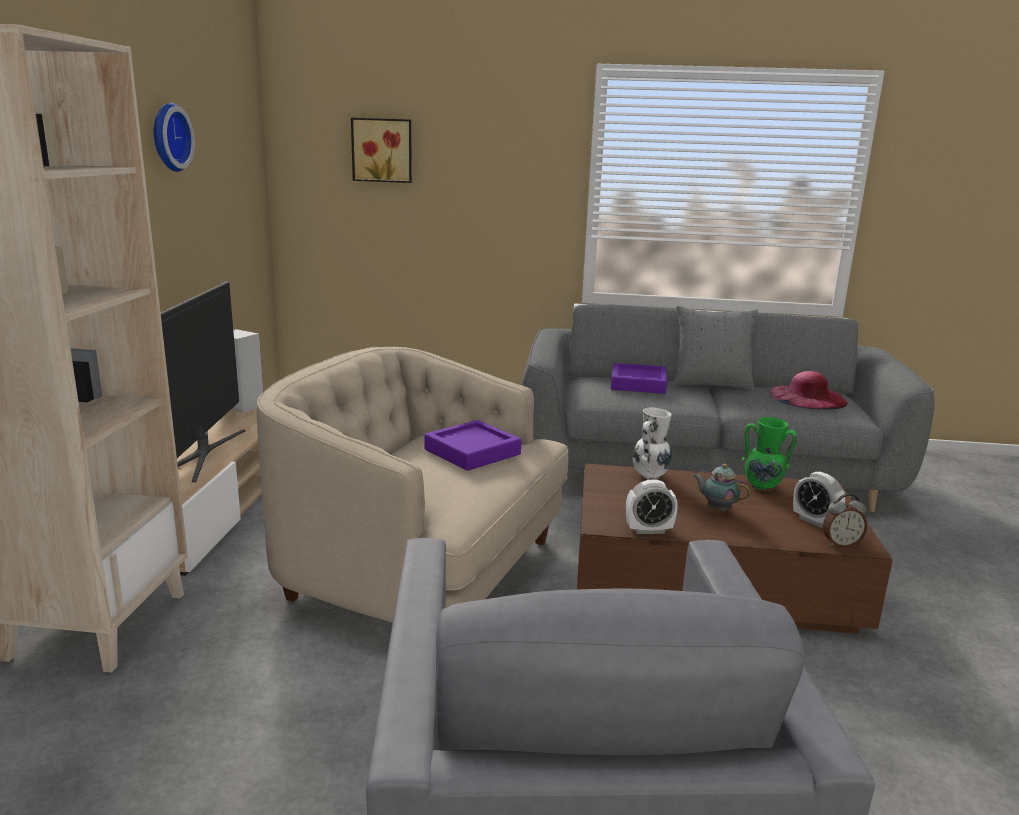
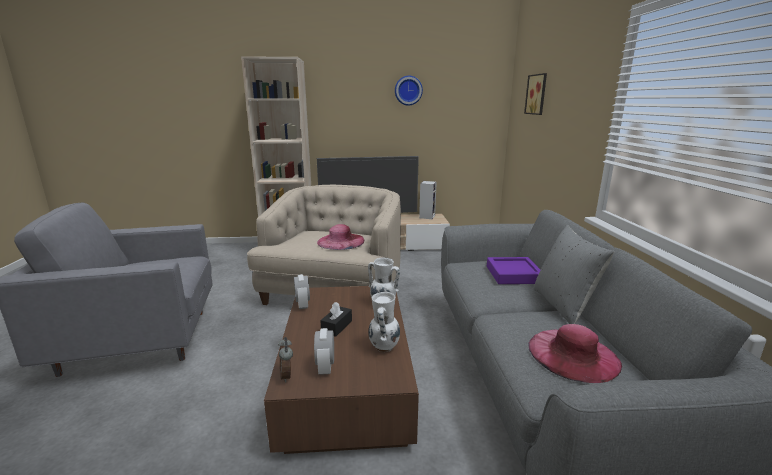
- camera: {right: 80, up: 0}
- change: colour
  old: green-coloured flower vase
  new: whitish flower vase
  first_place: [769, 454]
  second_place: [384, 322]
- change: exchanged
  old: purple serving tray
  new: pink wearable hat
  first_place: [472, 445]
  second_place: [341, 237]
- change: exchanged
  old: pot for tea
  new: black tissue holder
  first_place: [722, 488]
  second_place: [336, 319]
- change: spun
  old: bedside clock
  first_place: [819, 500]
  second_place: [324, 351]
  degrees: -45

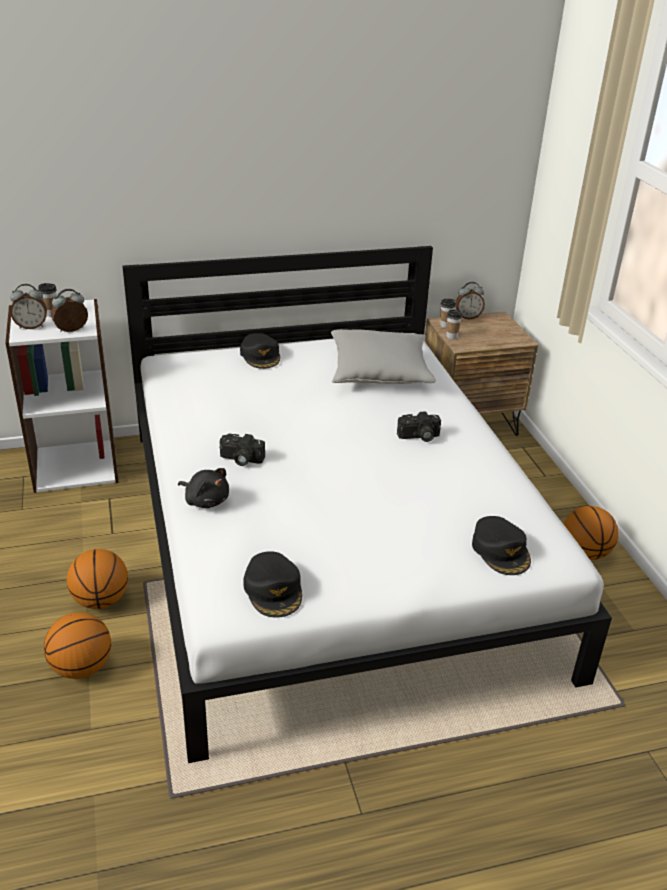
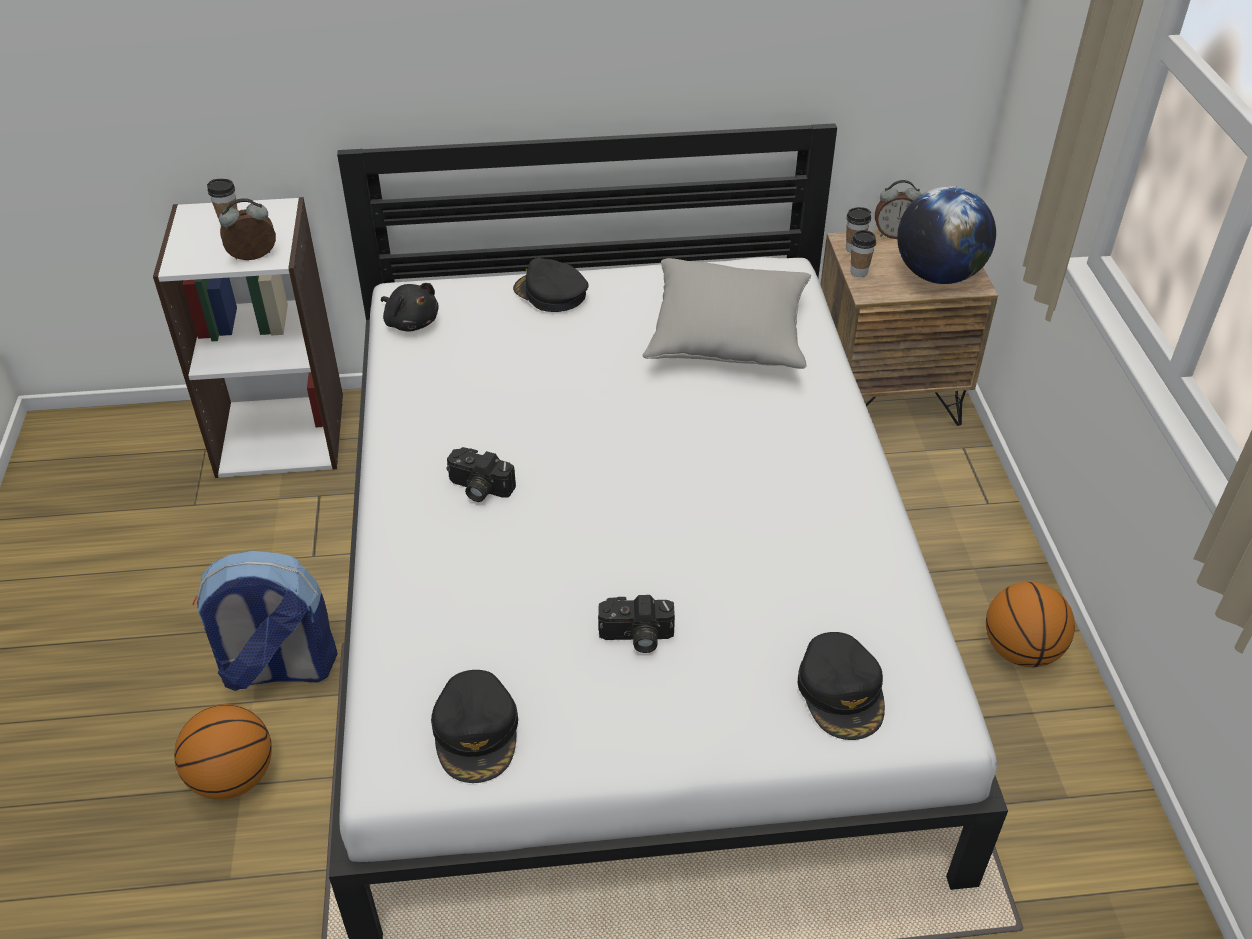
- camera: {right: 10, up: 10}
- change: missing
  old: bedside clock
  first_place: [28, 306]
- change: spun
  old: black baseball cap
  first_place: [260, 351]
  second_place: [551, 285]
  degrees: 135
- change: relocated
  old: still camera
  first_place: [419, 426]
  second_place: [636, 624]
- change: relocated
  old: black soft toy
  first_place: [203, 488]
  second_place: [410, 307]
- change: exchanged
  old: basketball ball
  new: rucksack
  first_place: [97, 579]
  second_place: [265, 620]
- change: appeared
  new: desk globe
  second_place: [946, 235]

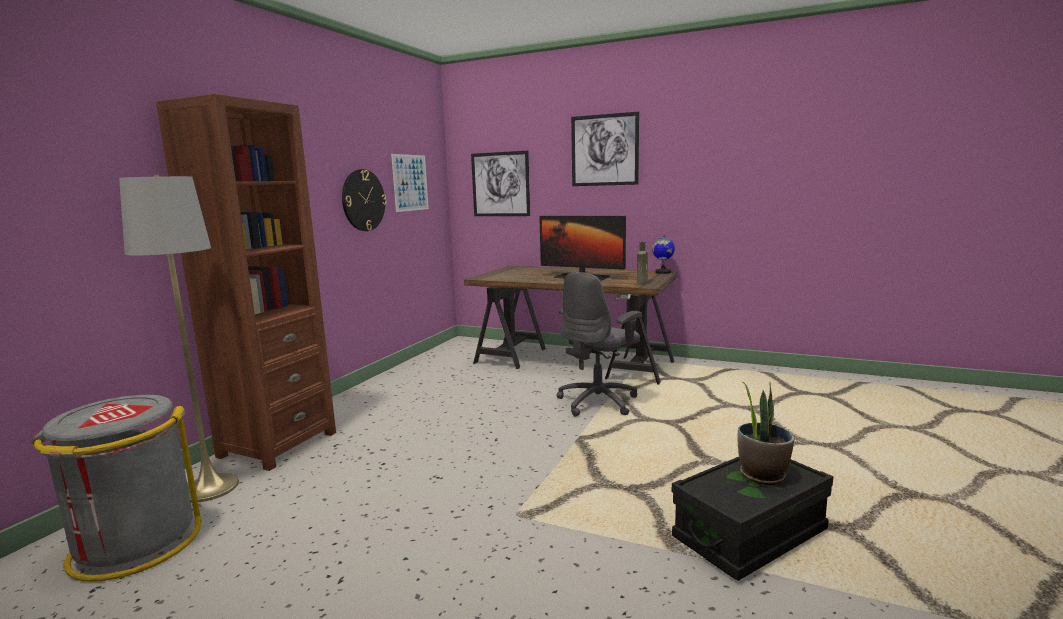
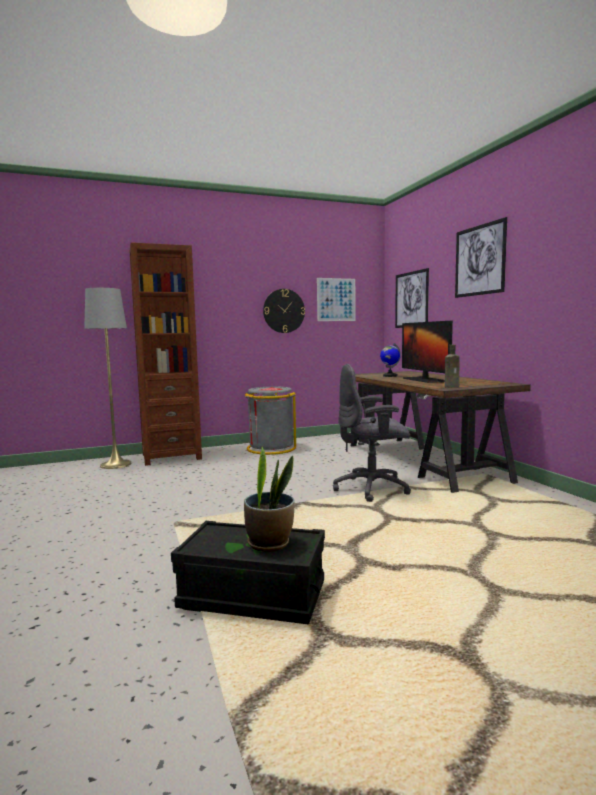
- camera: {right: 45, up: -5}
- change: relocated
  old: desk globe
  first_place: [663, 254]
  second_place: [390, 360]
- change: relocated
  old: grey waste bin
  first_place: [116, 488]
  second_place: [270, 421]

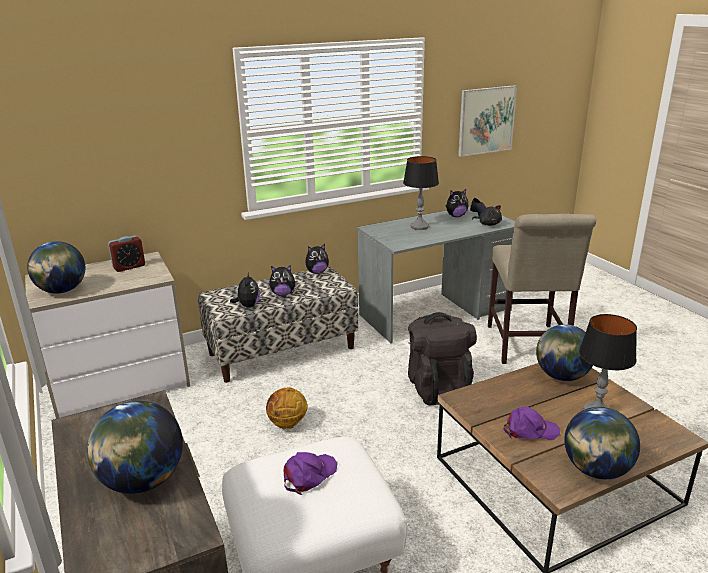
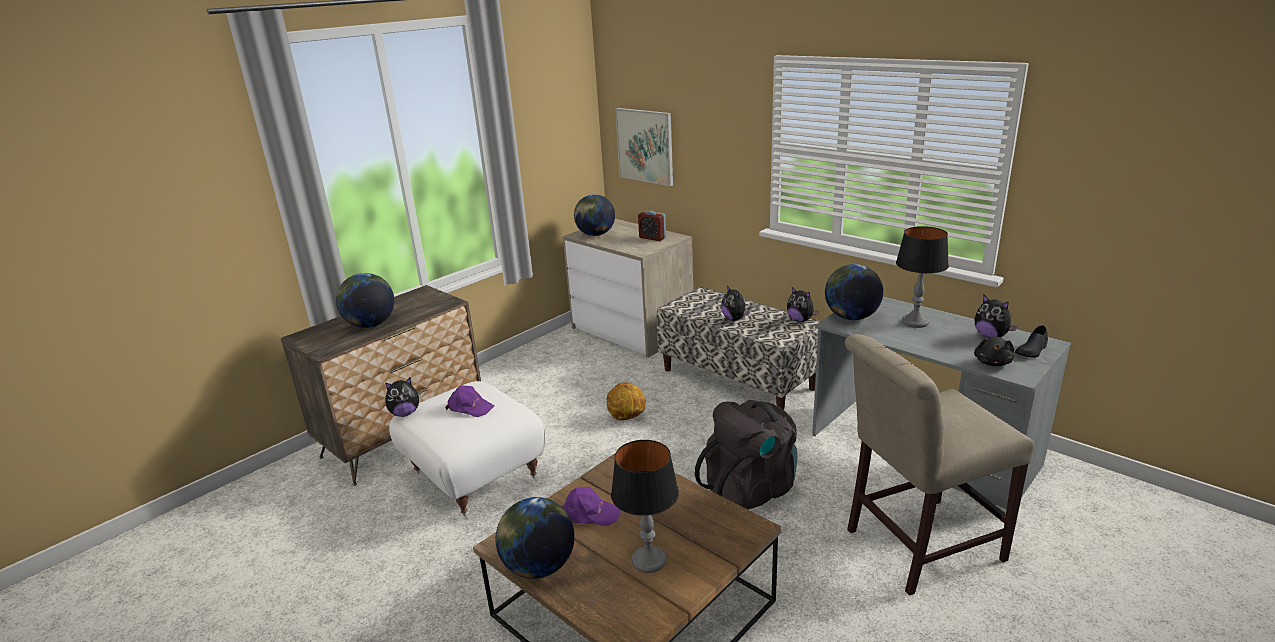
- camera: {right: 70, up: 0}
- change: relocated
  old: wall picture
  first_place: [487, 121]
  second_place: [644, 147]
- change: relocated
  old: soft toy
  first_place: [245, 290]
  second_place: [403, 397]
- change: relocated
  old: desk globe
  first_place: [564, 352]
  second_place: [854, 292]
- change: spun
  old: purple baseball cap
  first_place: [531, 423]
  second_place: [591, 506]
  degrees: -60

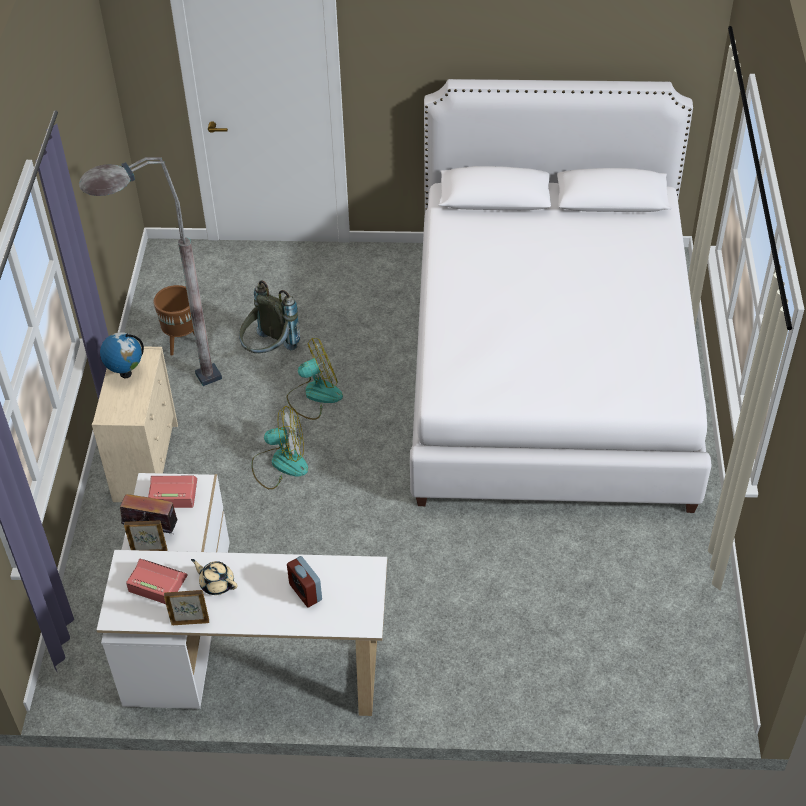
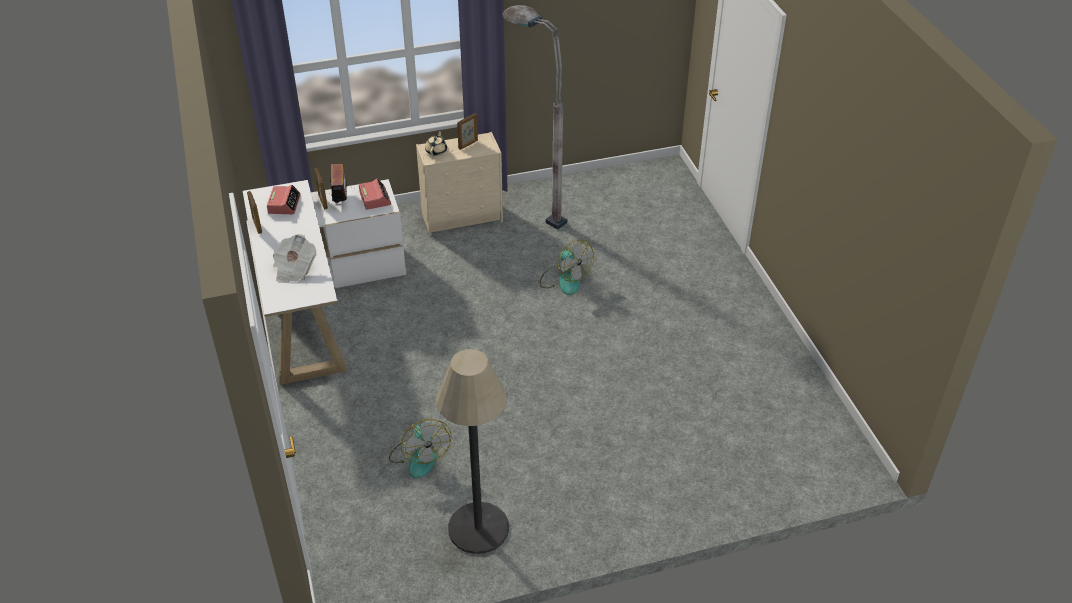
- camera: {right: 70, up: -5}
- change: missing
  old: whitish bedroom bed
  first_place: [561, 296]
- change: missing
  old: grey rucksack
  first_place: [269, 316]
- change: missing
  old: brown-coloured plant pot
  first_place: [174, 320]
- change: exchanged
  old: desk globe
  new: picture frame
  first_place: [122, 355]
  second_place: [467, 131]
- change: relocated
  old: electric fan
  first_place: [279, 448]
  second_place: [420, 448]
- change: exchanged
  old: bedside clock
  new: daily paper
  first_place: [304, 581]
  second_place: [294, 258]
- change: relocated
  old: sand-coloured pot for tea
  first_place: [214, 577]
  second_place: [436, 143]
- change: appeared
  new: floor lamp
  second_place: [472, 451]

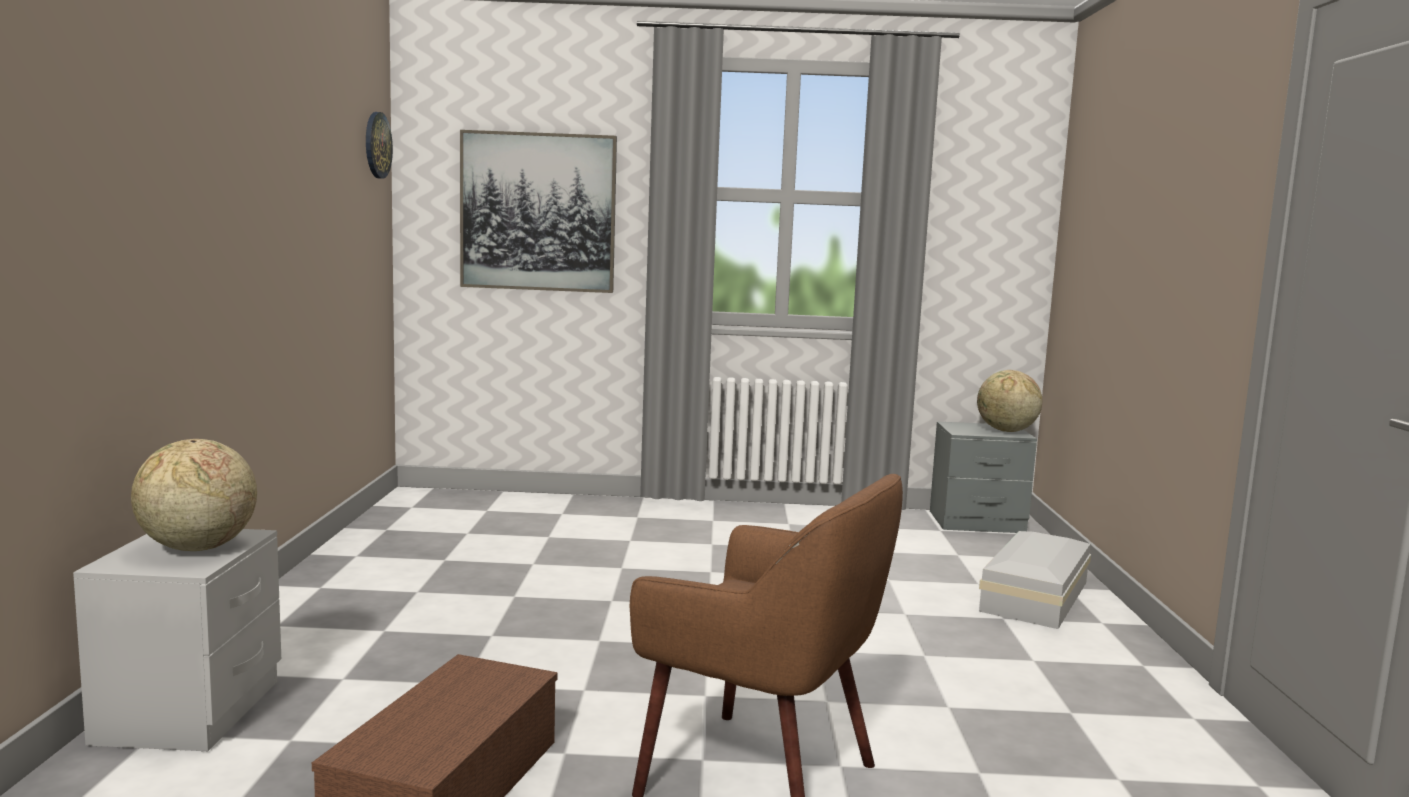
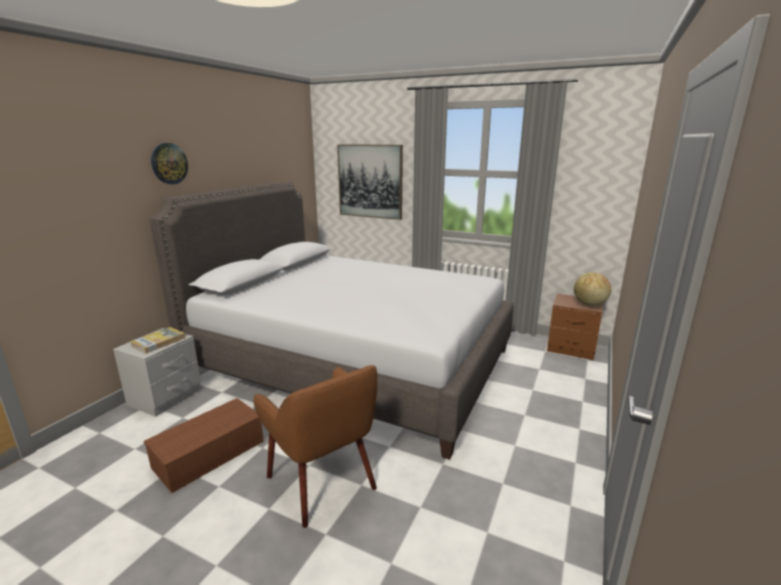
- camera: {right: 25, up: 10}
- change: relocated
  old: clock on the wall
  first_place: [379, 145]
  second_place: [169, 163]
- change: colour
  old: grey nightstand
  new: brown-coloured nightstand
  first_place: [983, 477]
  second_place: [575, 327]
- change: exchanged
  old: desk globe
  new: volume
  first_place: [194, 495]
  second_place: [158, 340]
- change: missing
  old: whitish storage box
  first_place: [1035, 580]
- change: appeared
  new: grey bedroom bed
  second_place: [331, 321]

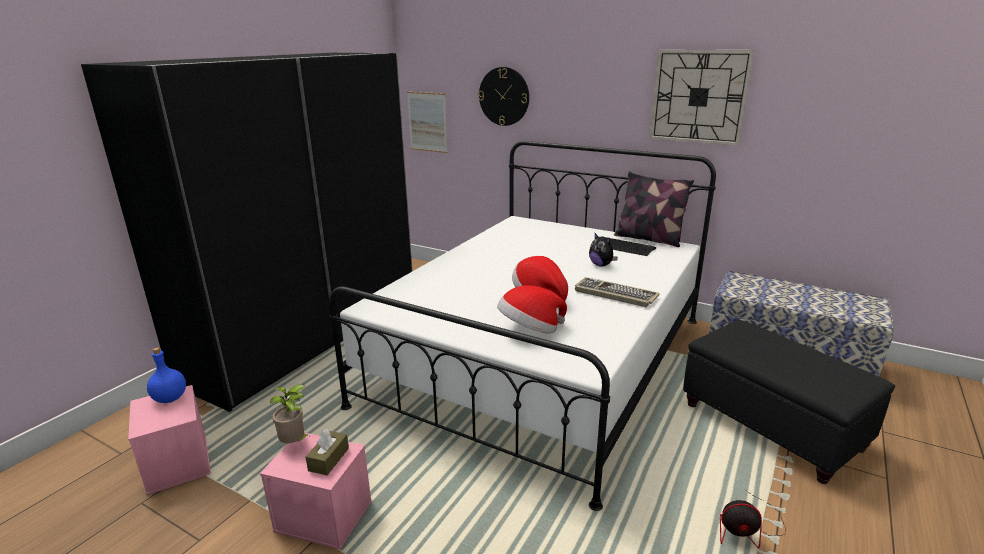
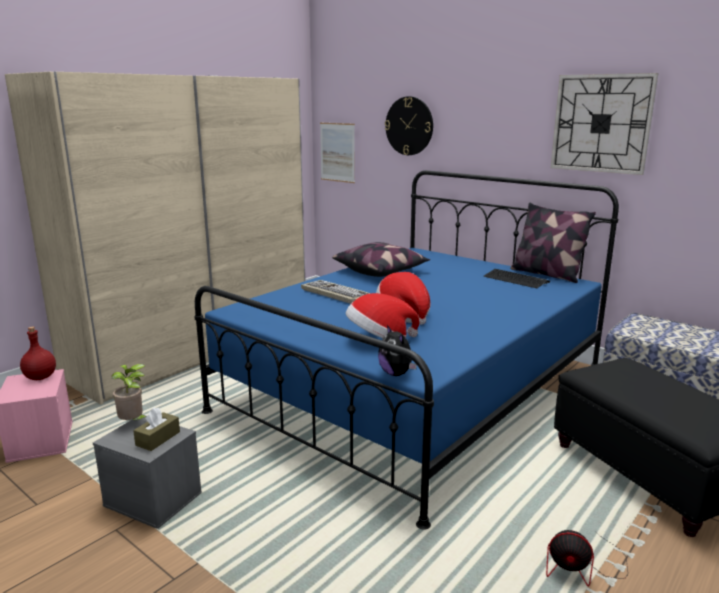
- camera: {right: 10, up: -5}
- change: colour
  old: black wardrobe
  new: sand-coloured wardrobe
  first_place: [246, 232]
  second_place: [155, 238]
- change: colour
  old: whitish bedroom bed
  new: blue-coloured bedroom bed
  first_place: [522, 326]
  second_place: [406, 350]
- change: relocated
  old: soft toy
  first_place: [603, 250]
  second_place: [397, 350]
- change: relocated
  old: PC keyboard
  first_place: [617, 292]
  second_place: [336, 292]
- change: colour
  old: blue-coloured drink bottle
  new: reddish drink bottle
  first_place: [166, 375]
  second_place: [38, 353]
- change: colour
  old: pink storage box
  new: grey storage box
  first_place: [316, 491]
  second_place: [147, 471]
- change: appeared
  new: cushion
  second_place: [381, 259]

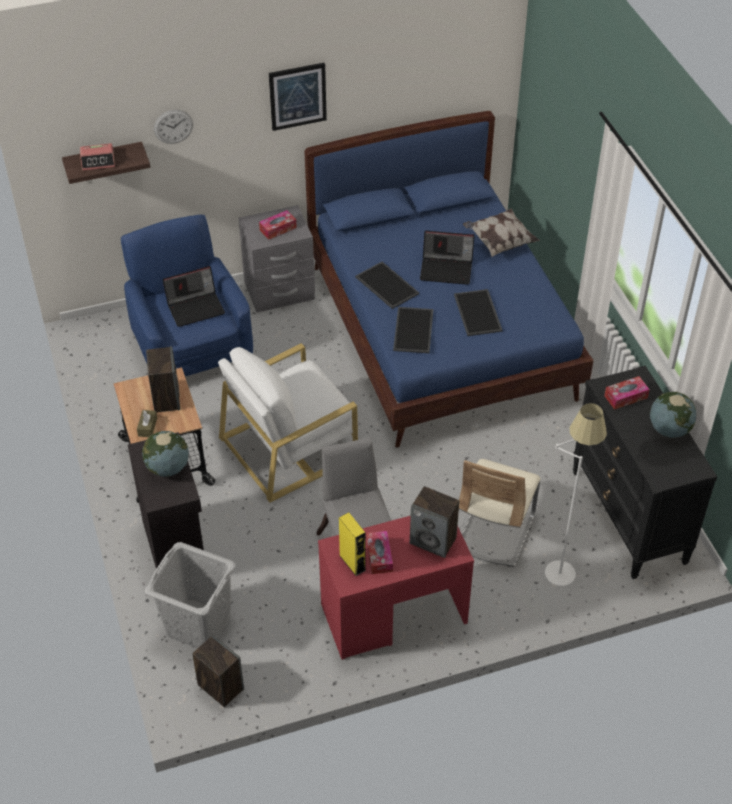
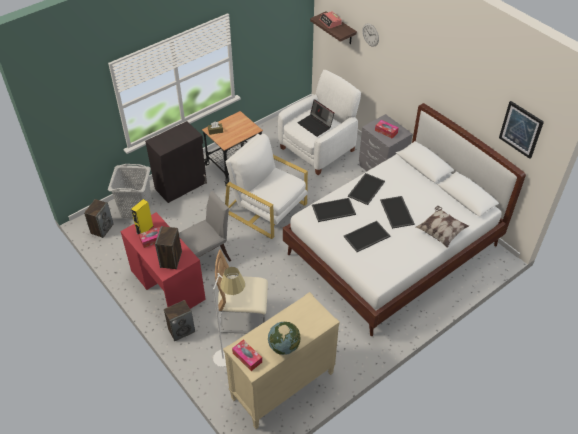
- camera: {right: 70, up: 0}
- change: relocated
  old: wall picture
  first_place: [298, 97]
  second_place: [521, 130]
- change: colour
  old: blue-coloured bedroom bed
  new: whitish bedroom bed
  first_place: [449, 279]
  second_place: [404, 219]
- change: colour
  old: blue-coloured armchair
  new: whitish armchair
  first_place: [187, 295]
  second_place: [319, 122]
- change: exchanged
  old: notebook computer
  new: serving tray
  first_place: [447, 258]
  second_place: [397, 212]
- change: relocated
  old: loudspeaker
  first_place: [163, 379]
  second_place: [179, 320]
- change: colour
  old: black drawer chest
  new: sand-coloured drawer chest
  first_place: [645, 472]
  second_place: [281, 360]
- change: relocated
  old: tissue holder
  first_place: [627, 393]
  second_place: [247, 355]
- change: missing
  old: desk globe
  first_place: [165, 454]

